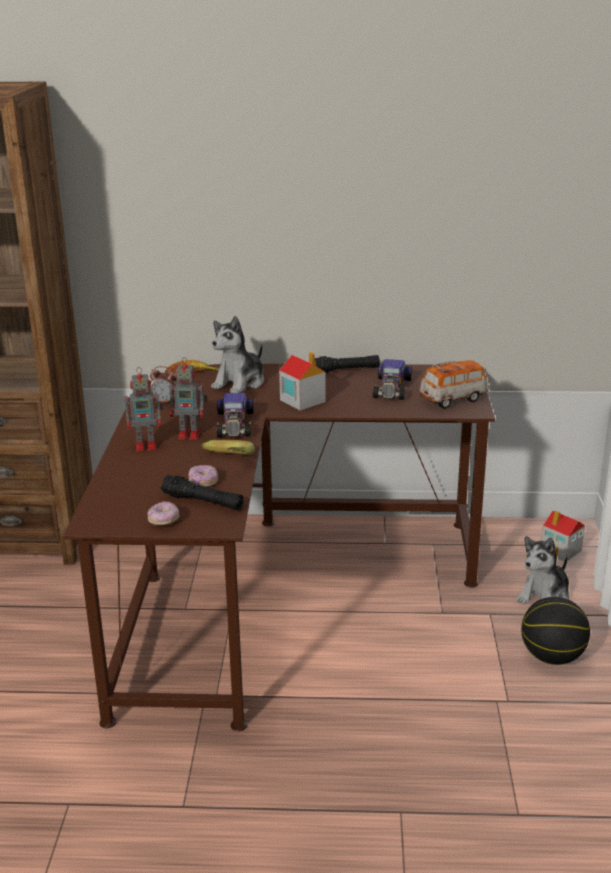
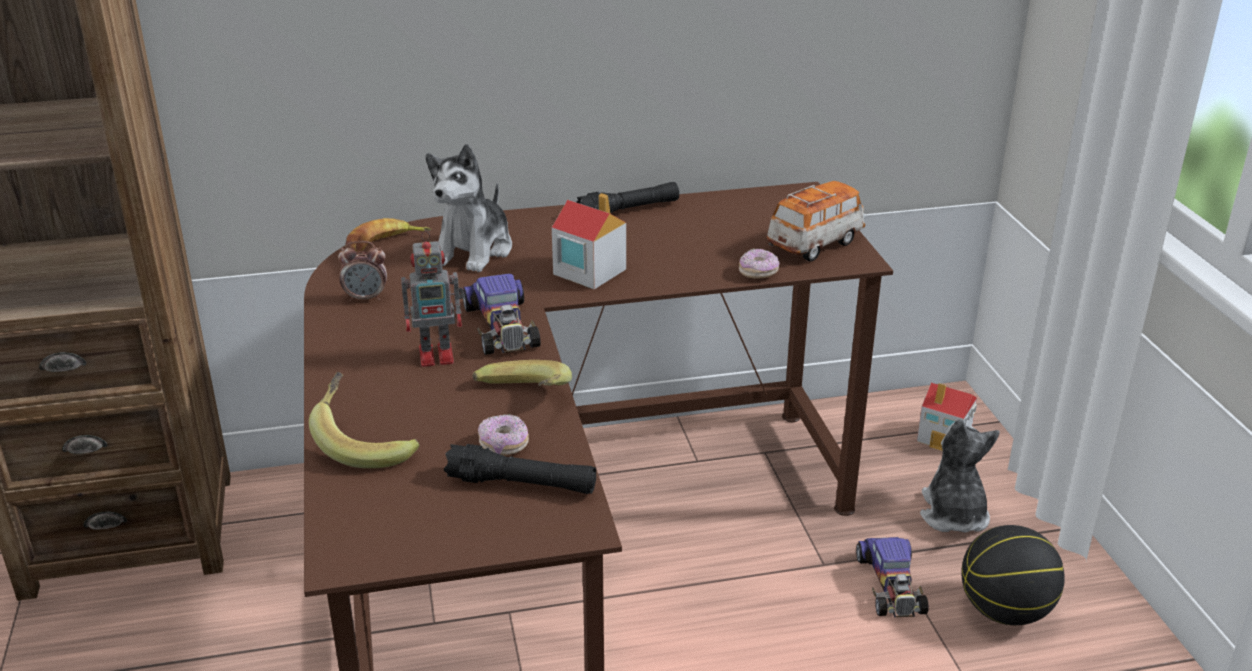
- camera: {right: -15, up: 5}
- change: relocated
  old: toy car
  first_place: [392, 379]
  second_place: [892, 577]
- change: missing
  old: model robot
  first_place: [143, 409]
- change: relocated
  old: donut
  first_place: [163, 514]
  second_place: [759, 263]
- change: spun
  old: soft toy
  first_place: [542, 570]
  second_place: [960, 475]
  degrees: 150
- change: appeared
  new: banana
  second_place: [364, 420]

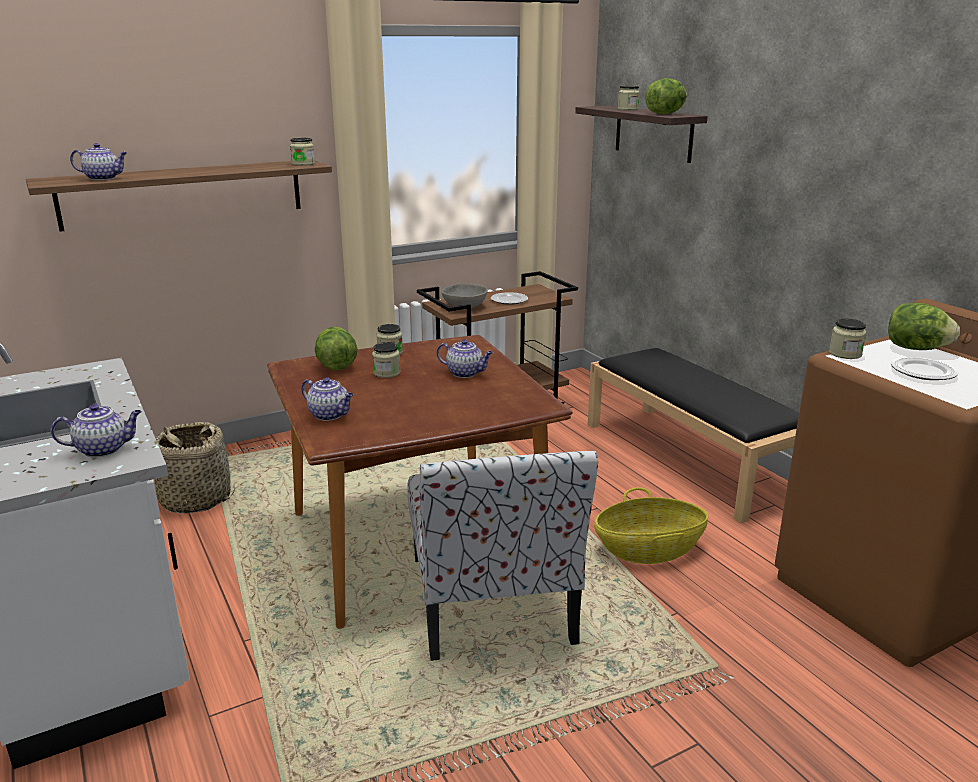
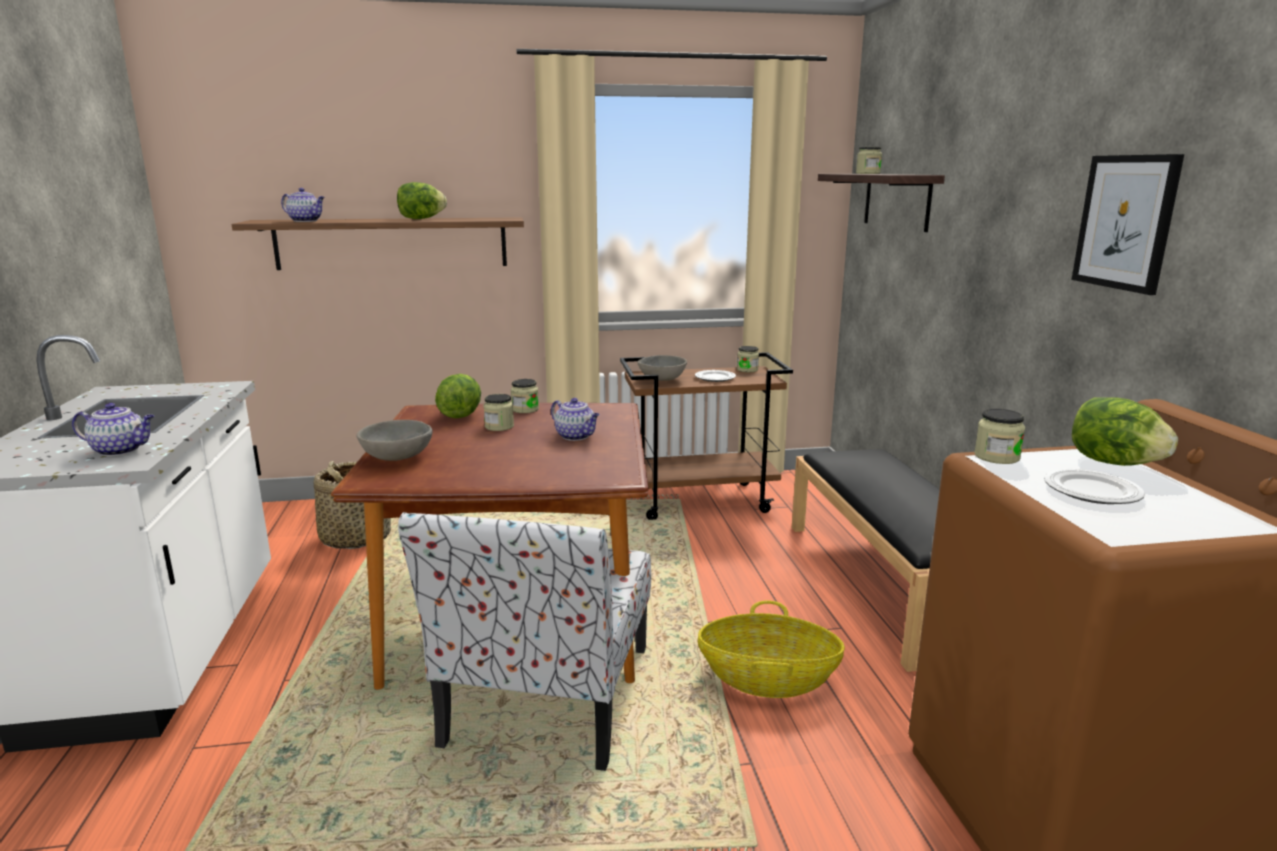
- camera: {right: 20, up: -5}
- change: relocated
  old: lettuce
  first_place: [666, 96]
  second_place: [422, 200]
- change: relocated
  old: preserve jar
  first_place: [302, 152]
  second_place: [748, 359]
- change: exchanged
  old: pot for tea
  new: grey deep dish
  first_place: [327, 399]
  second_place: [394, 440]
- change: appeared
  new: wall picture
  second_place: [1127, 224]

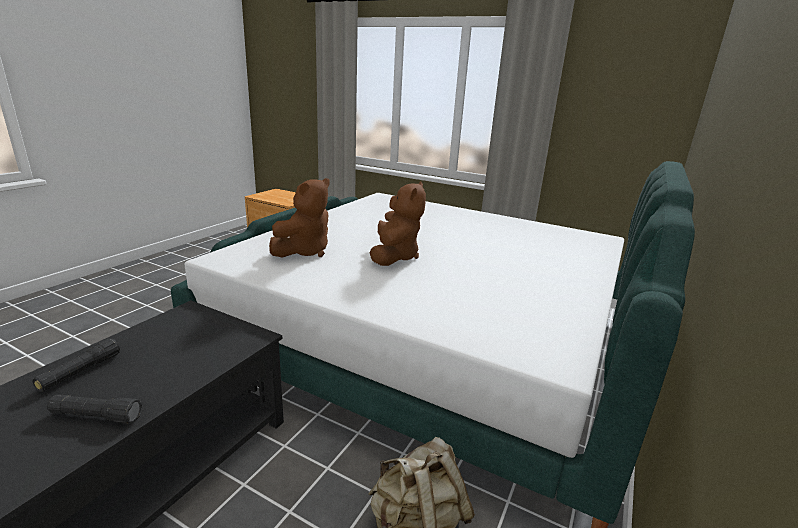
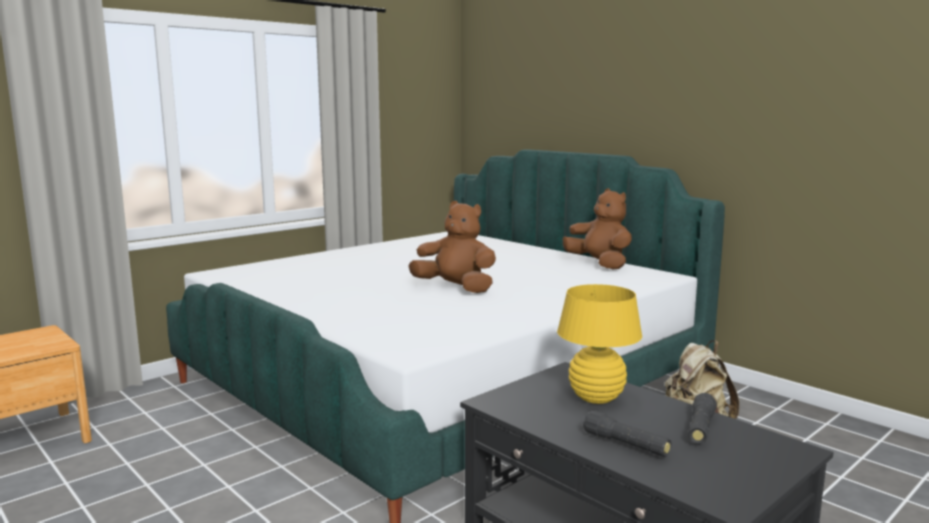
- camera: {right: -70, up: -10}
- change: relocated
  old: brown-coloured soft toy
  first_place: [299, 218]
  second_place: [597, 228]
- change: appeared
  new: yellow lamp for a table
  second_place: [599, 344]

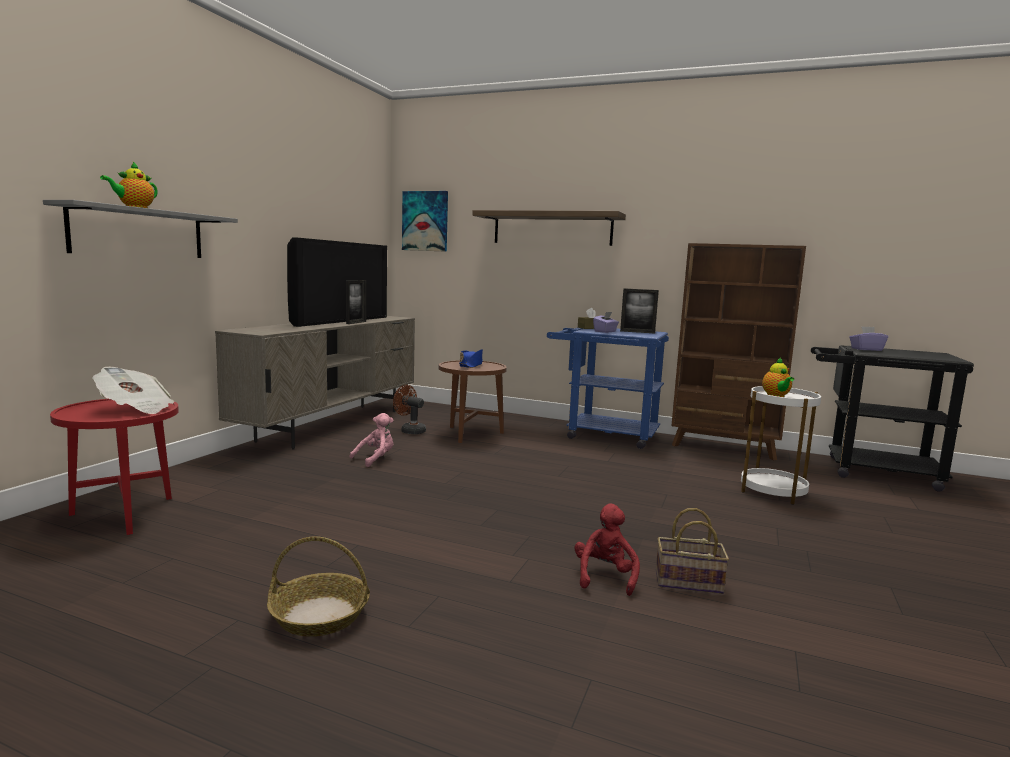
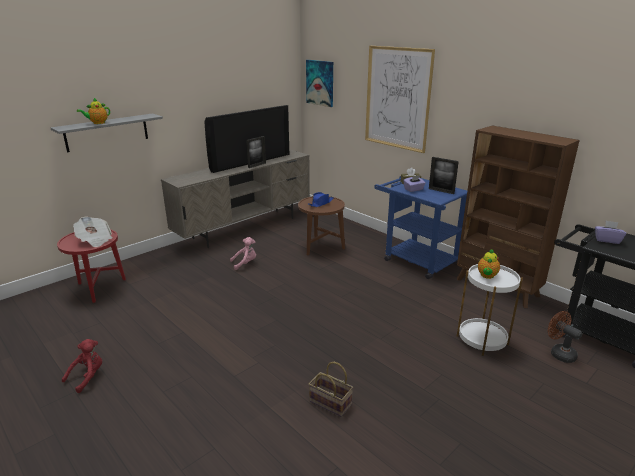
- camera: {right: 25, up: 15}
- change: exchanged
  old: shelf
  new: wall picture
  first_place: [549, 228]
  second_place: [400, 99]
- change: relocated
  old: brown-coloured electric fan
  first_place: [409, 409]
  second_place: [565, 337]
- change: relocated
  old: reddish soft toy
  first_place: [607, 550]
  second_place: [82, 366]
- change: missing
  old: basket
  first_place: [318, 586]

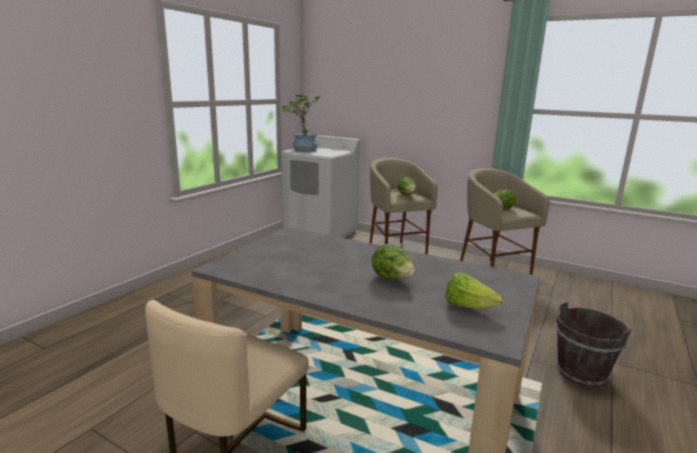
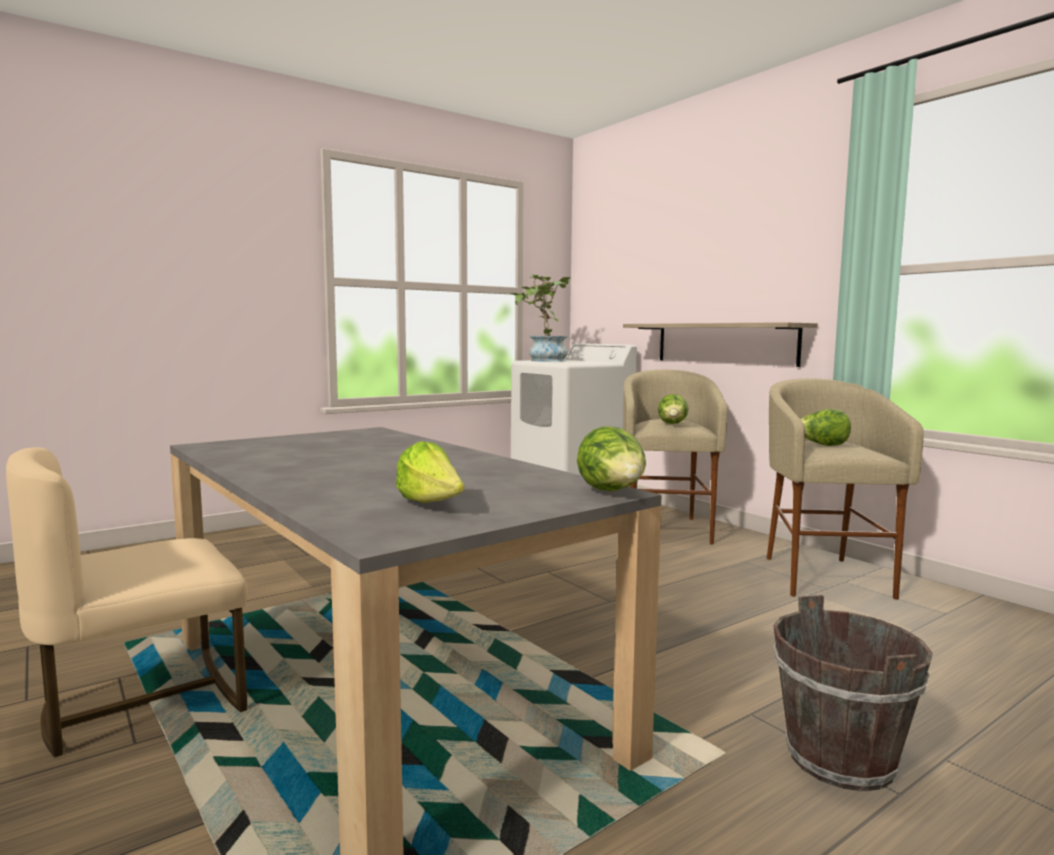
- camera: {right: 25, up: -10}
- change: relocated
  old: lettuce
  first_place: [393, 262]
  second_place: [611, 458]
- change: appeared
  new: shelf
  second_place: [720, 344]

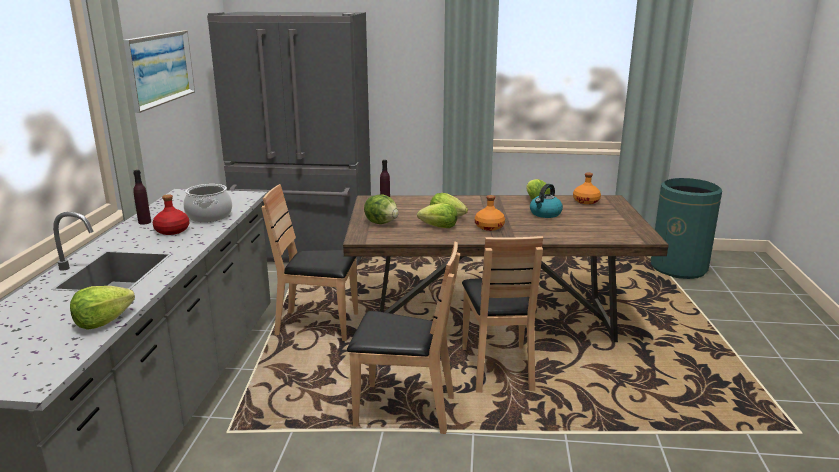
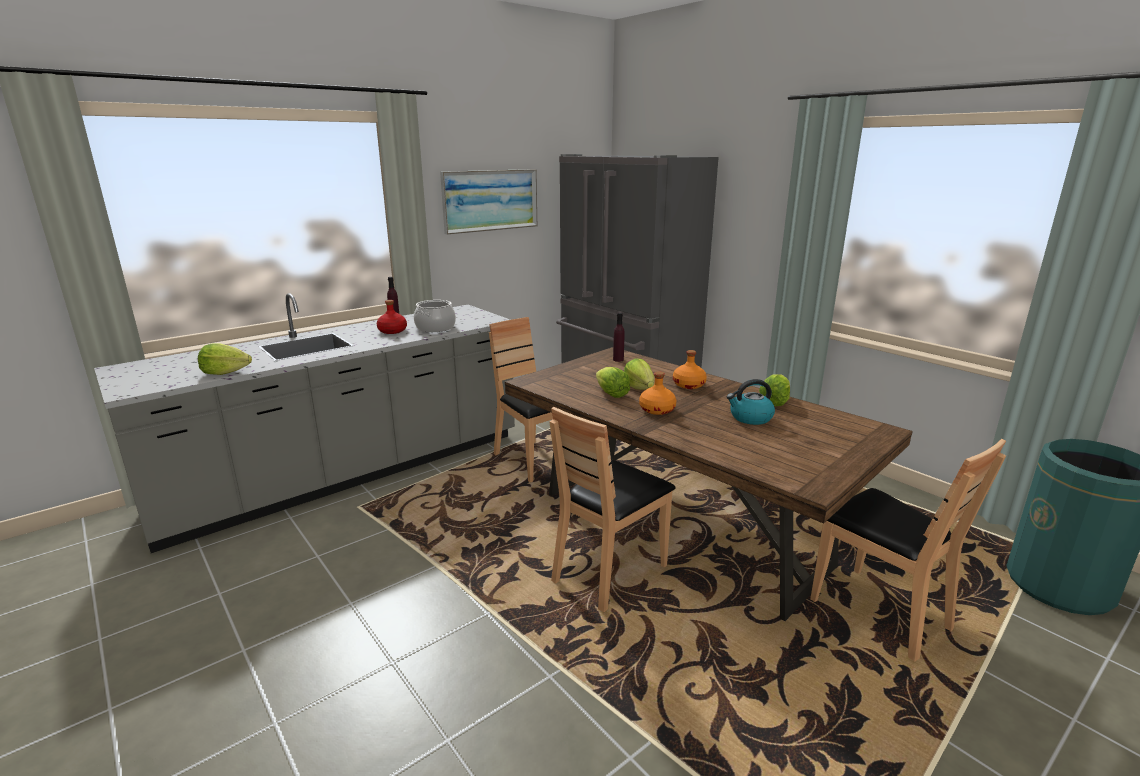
- camera: {right: 45, up: 0}
- change: relocated
  old: orangey drink bottle
  first_place: [587, 188]
  second_place: [690, 369]
- change: missing
  old: lettuce
  first_place: [381, 209]
- change: relocated
  old: brown-coloured chair
  first_place: [403, 337]
  second_place: [908, 550]

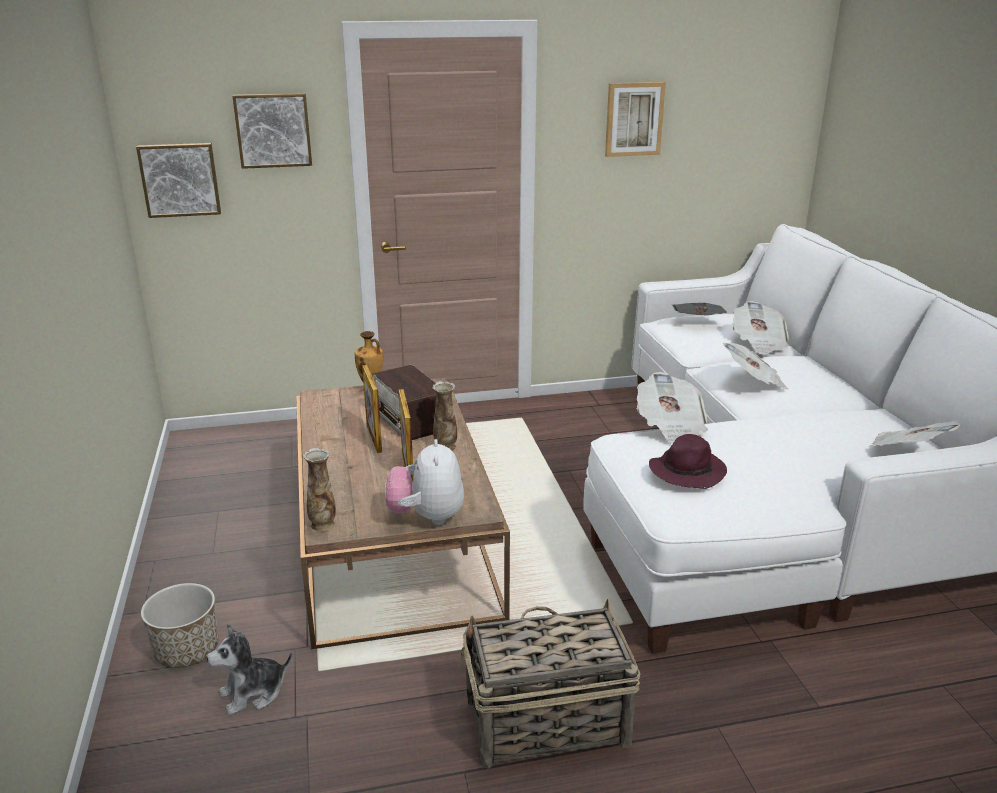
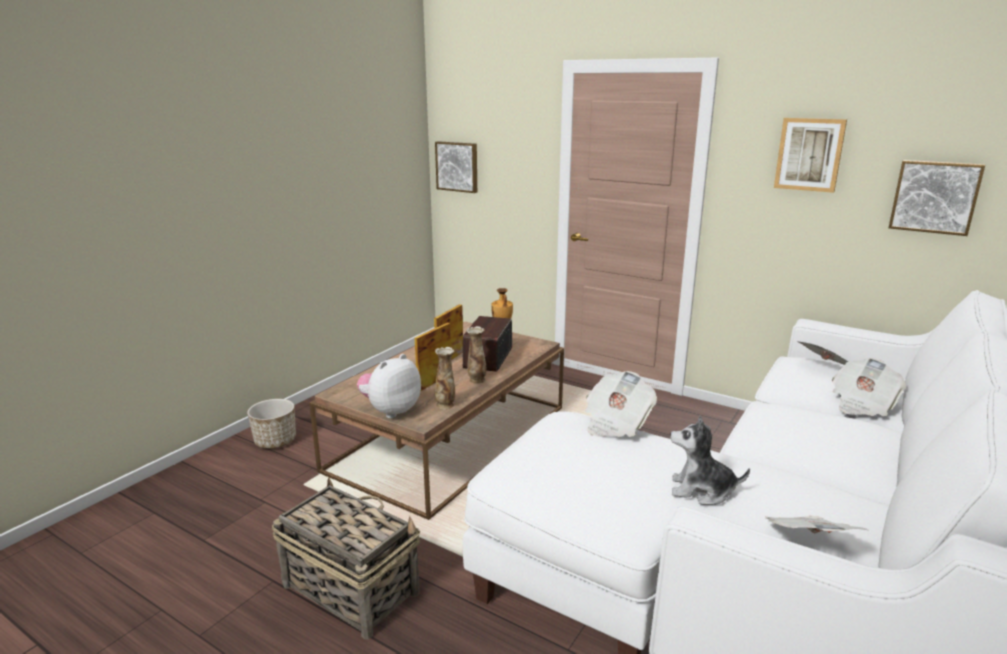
- camera: {right: 45, up: -5}
- change: relocated
  old: wall picture
  first_place: [272, 131]
  second_place: [937, 198]
- change: missing
  old: daily paper
  first_place: [755, 366]
- change: missing
  old: purple wearable hat
  first_place: [688, 461]
- change: relocated
  old: flower vase
  first_place: [319, 489]
  second_place: [445, 378]
- change: relocated
  old: soft toy
  first_place: [249, 670]
  second_place: [710, 460]

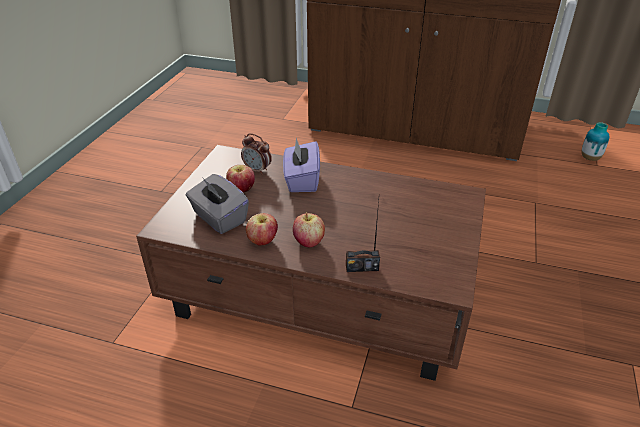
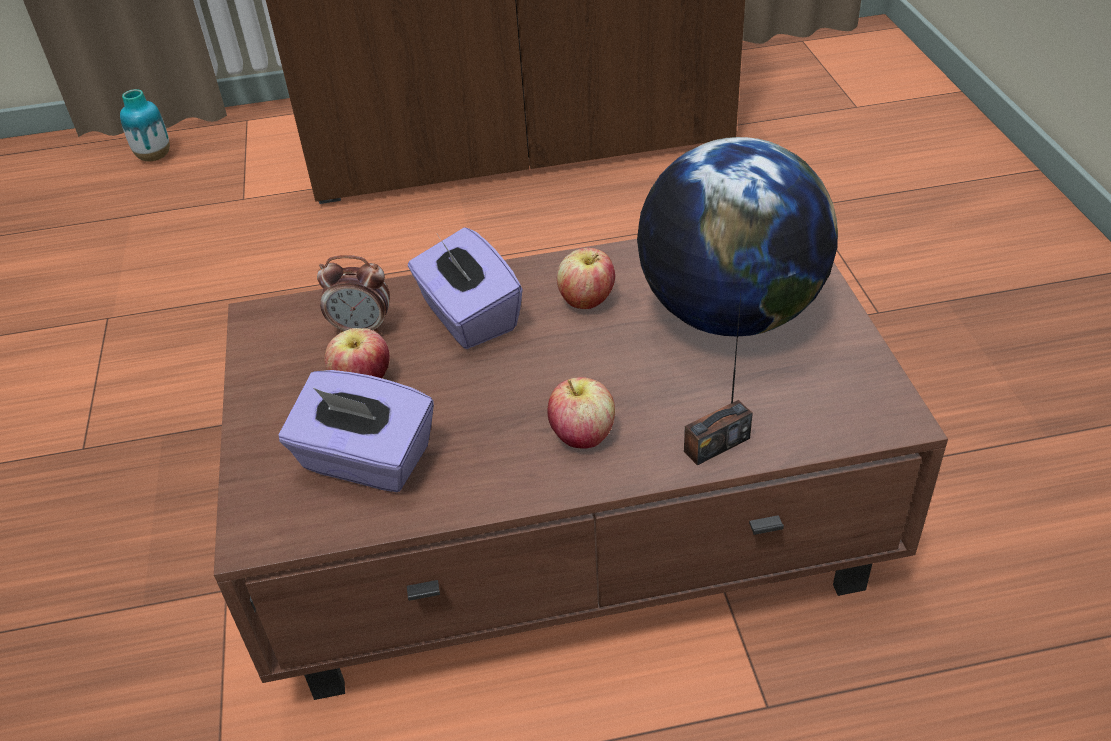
- camera: {right: -25, up: 5}
- change: relocated
  old: flower vase
  first_place: [595, 141]
  second_place: [145, 125]
- change: colour
  old: grey tissue holder
  new: purple tissue holder
  first_place: [217, 204]
  second_place: [356, 431]
- change: relocated
  old: apple fruit
  first_place: [262, 229]
  second_place: [586, 278]
- change: appeared
  new: desk globe
  second_place: [737, 237]

